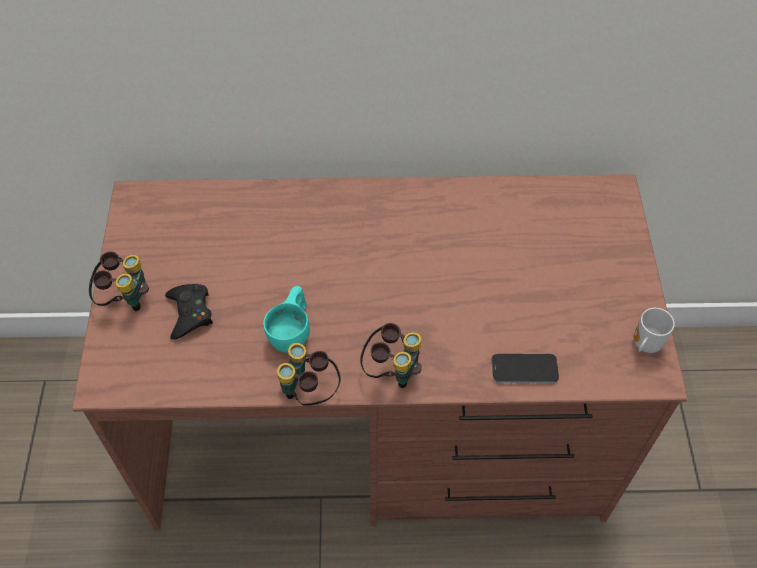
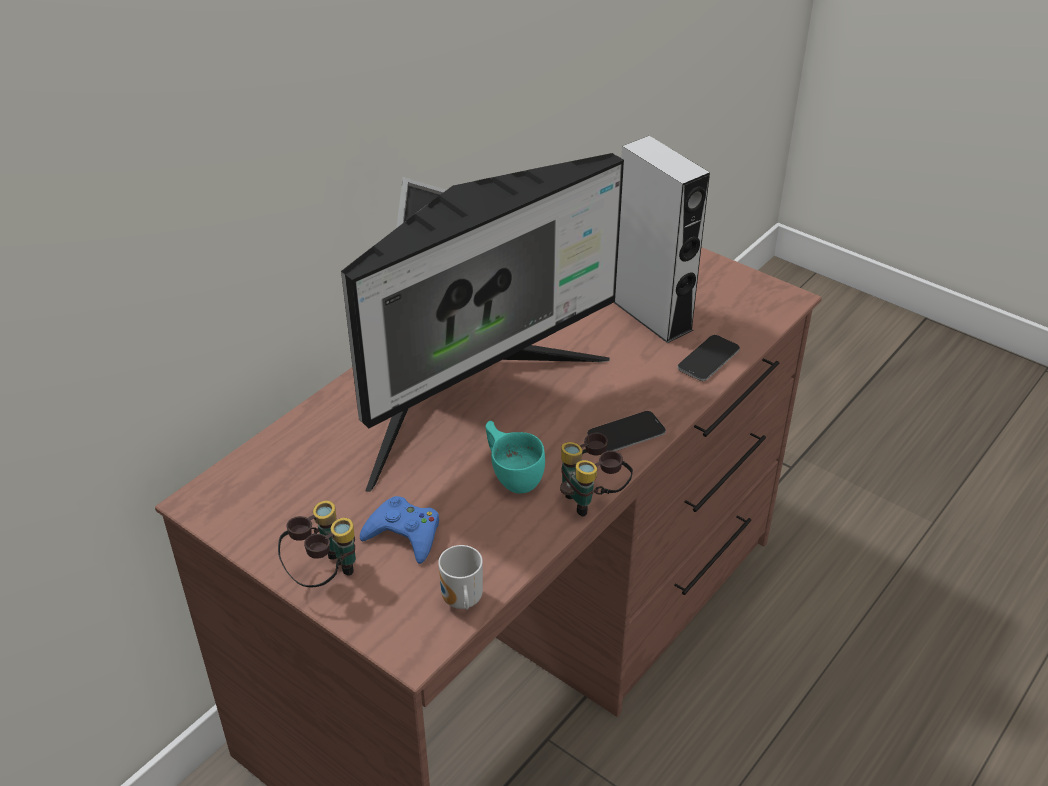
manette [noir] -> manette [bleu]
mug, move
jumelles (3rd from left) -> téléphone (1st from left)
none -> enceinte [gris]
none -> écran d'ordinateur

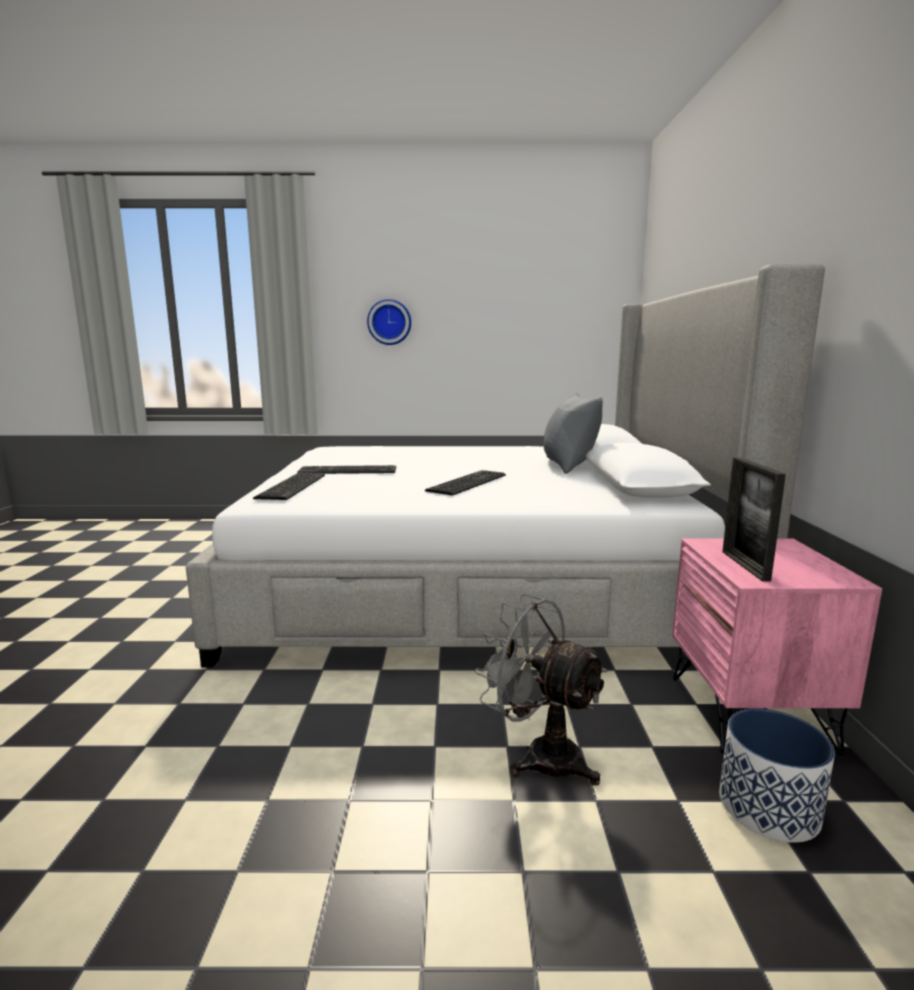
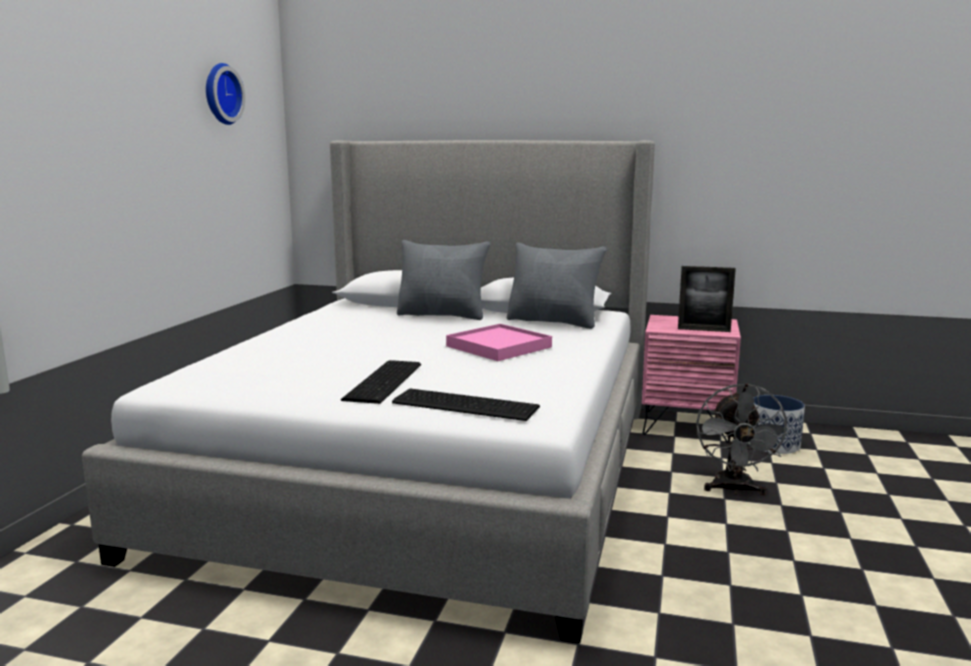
horloge murale, move
clavier (3rd from left) -> plateau [rose]
ventilateur [gris], 45 degrees counterclockwise
none -> coussin [gris] (2nd from left)

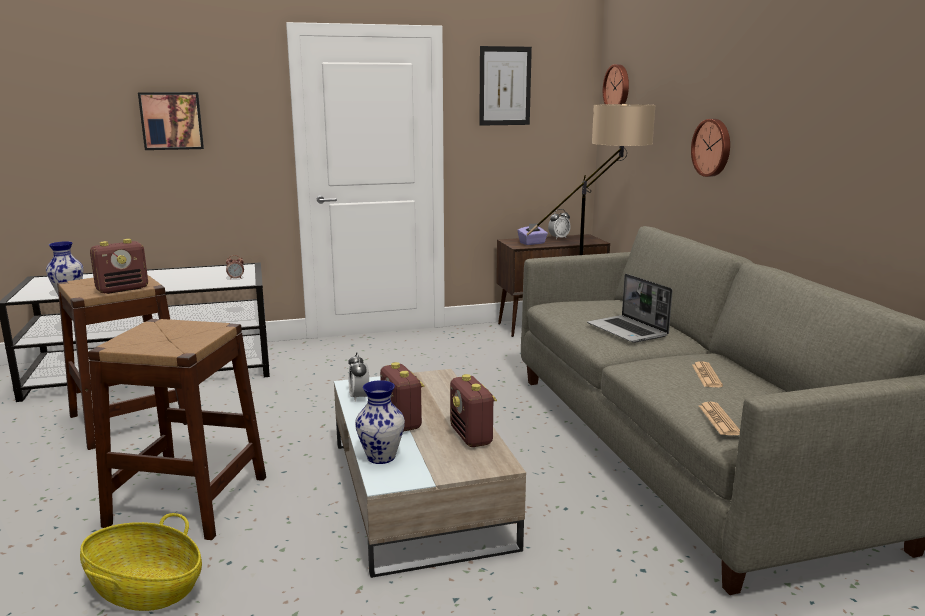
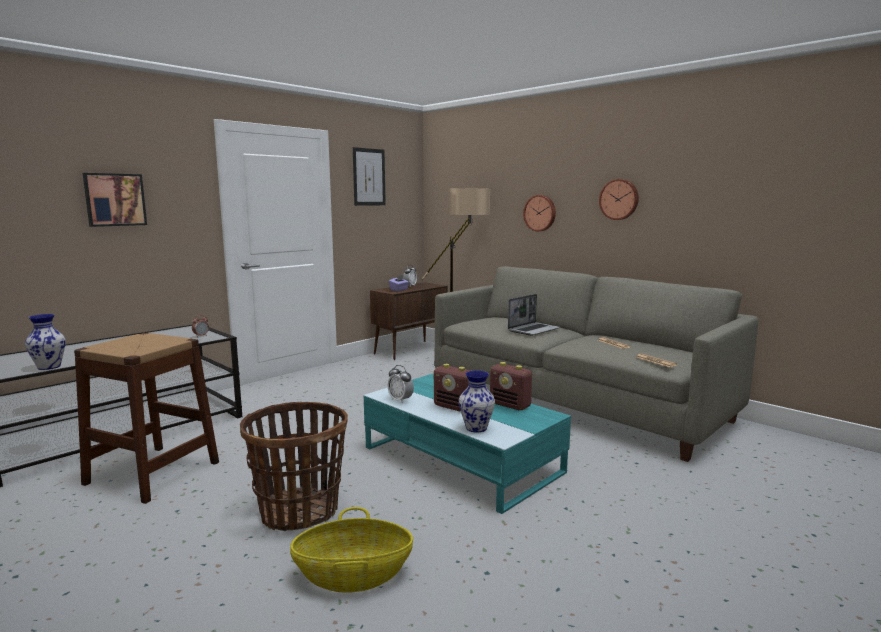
horloge murale (1st from left in the first image) -> horloge murale (2nd from left), move
radio (1st from left) -> none
ordinateur portable, 75 degrees counterclockwise
tabouret [marron] (2nd from left) -> panier (1st from left)
table basse [beige] -> table basse [turquoise]

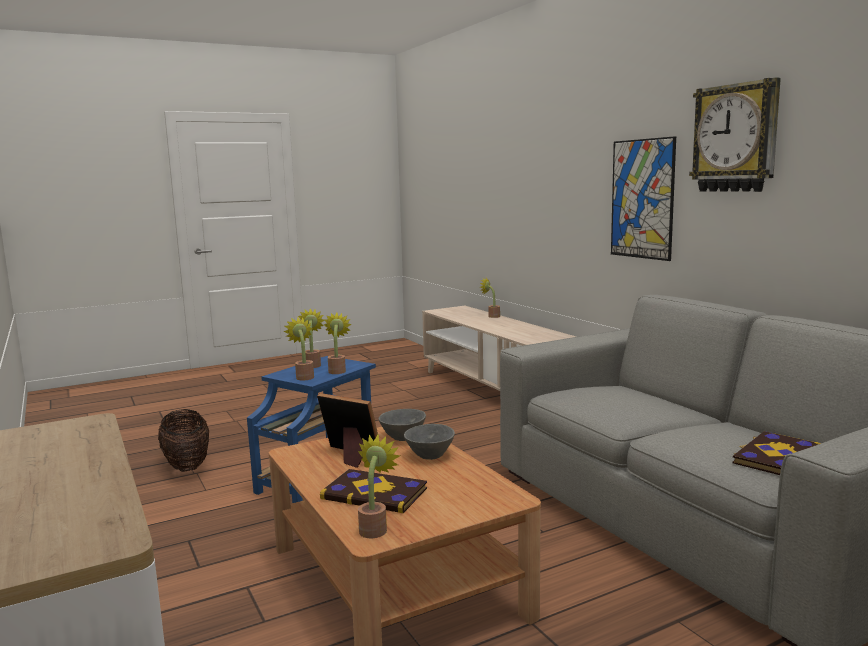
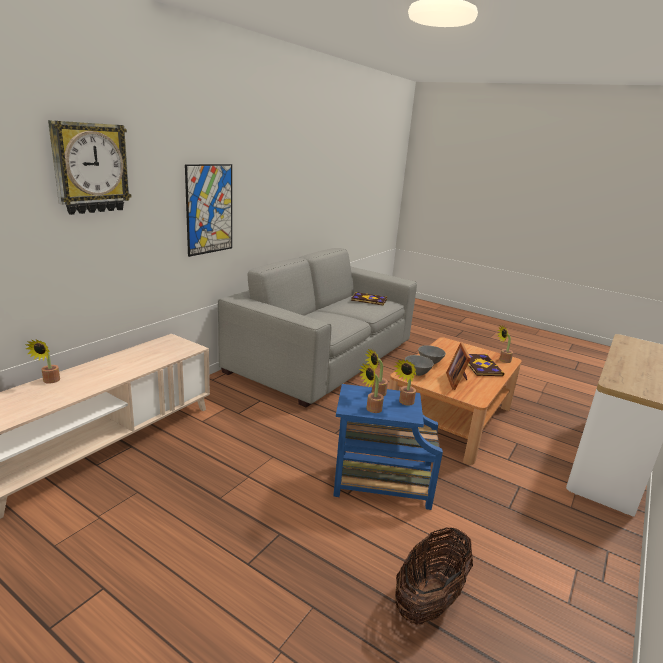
horloge murale, move

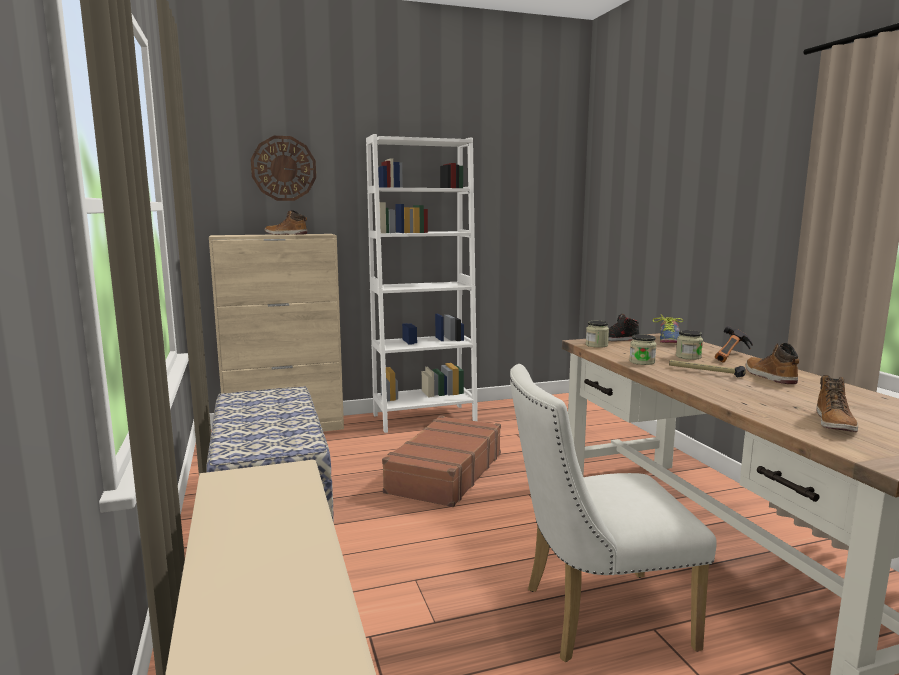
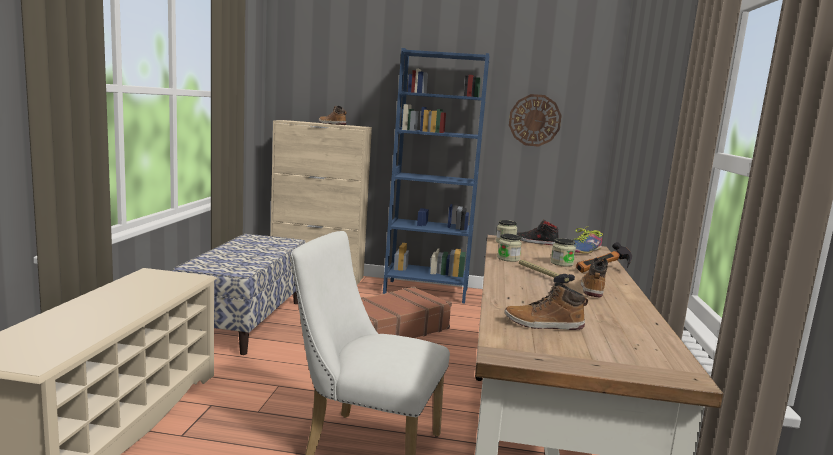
bibliothèque [blanc] -> bibliothèque [bleu]
horloge murale, move
botte (3rd from left in the first image) -> botte (2nd from left), 45 degrees clockwise

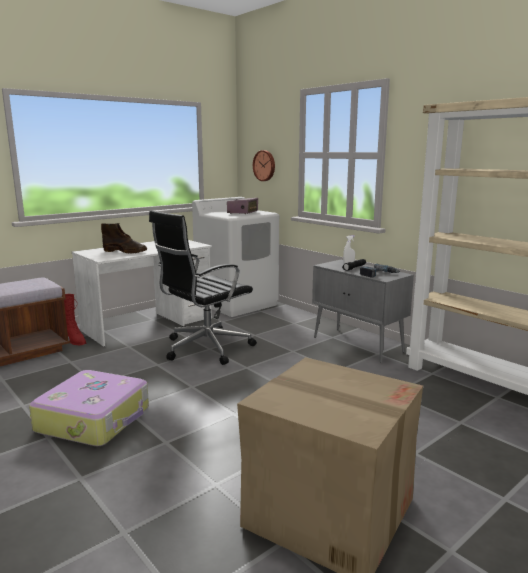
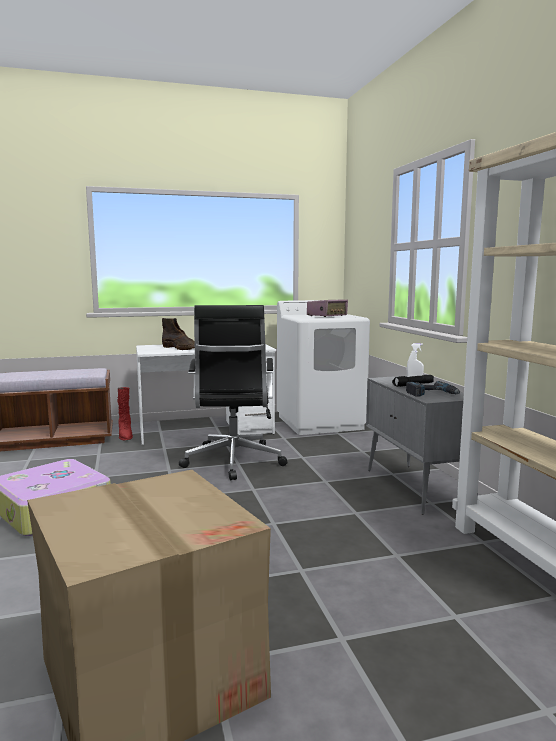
horloge murale -> none
chaise de bureau [noir], 75 degrees counterclockwise

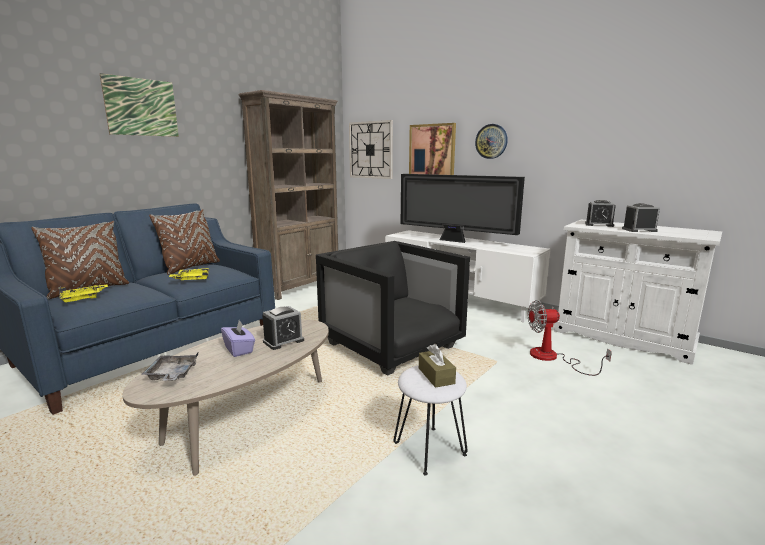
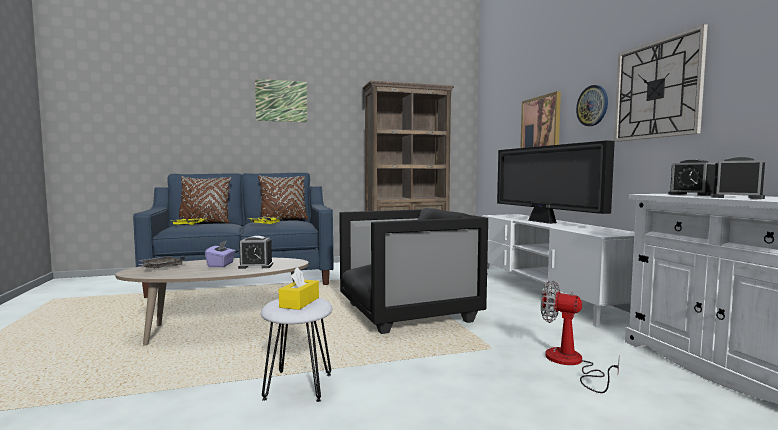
horloge murale (1st from left in the first image) -> horloge murale (2nd from left), move
fauteuil [noir], 75 degrees clockwise
boîte à mouchoirs [marron] -> boîte à mouchoirs [jaune]

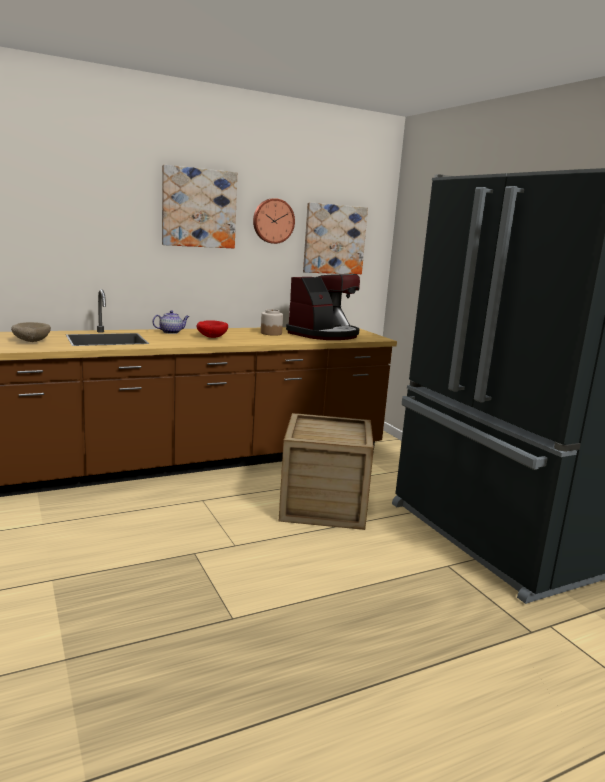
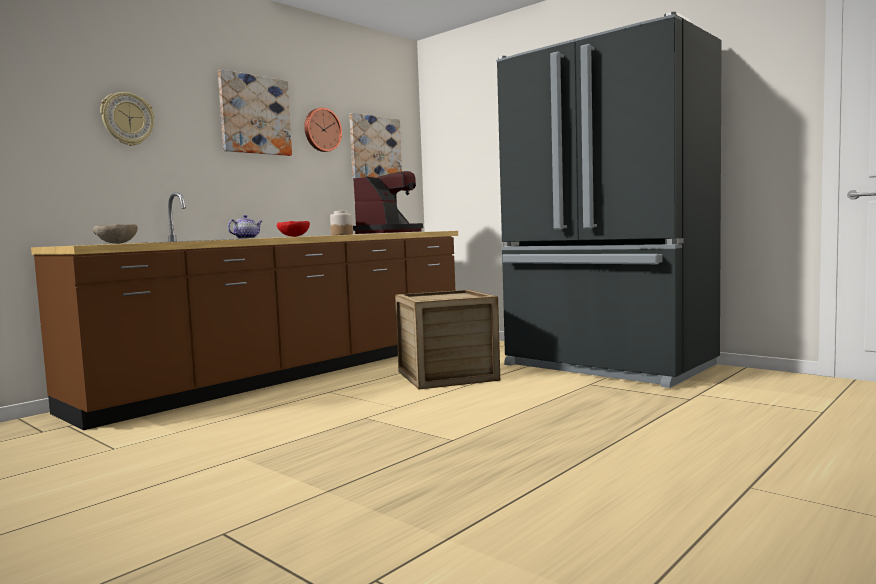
none -> horloge murale (1st from left)

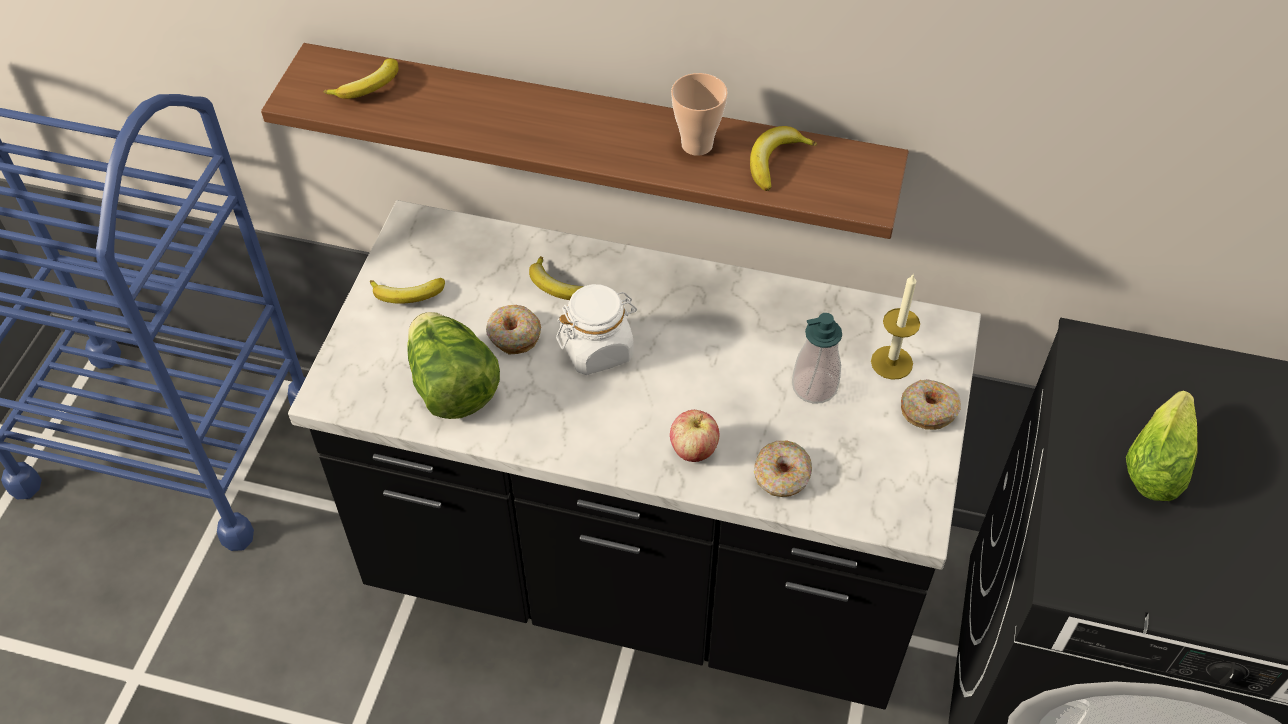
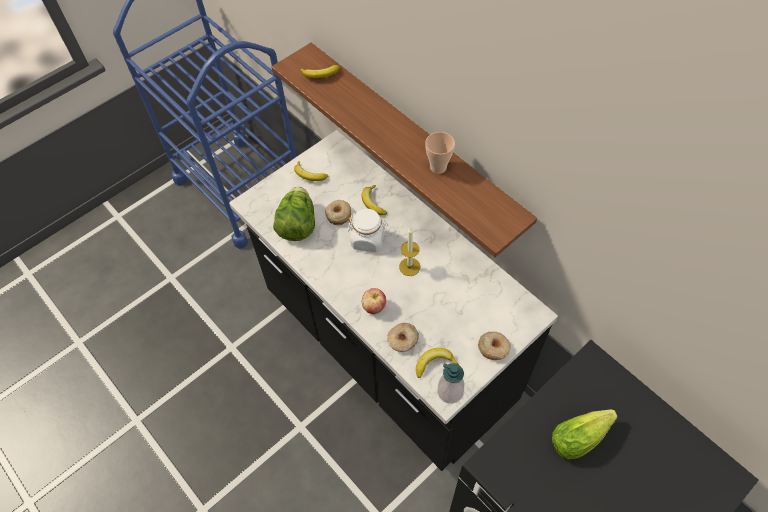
banane (4th from left), move
bougie, move
distributeur de savon, move

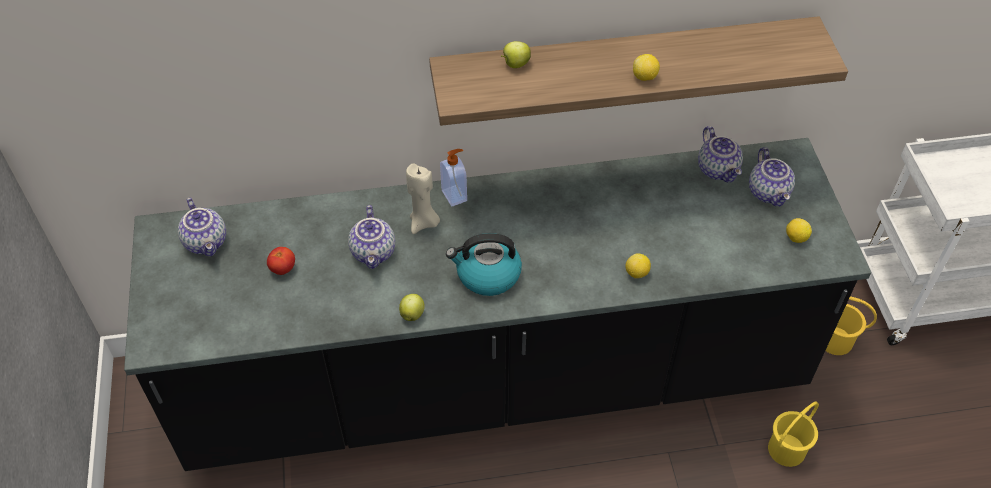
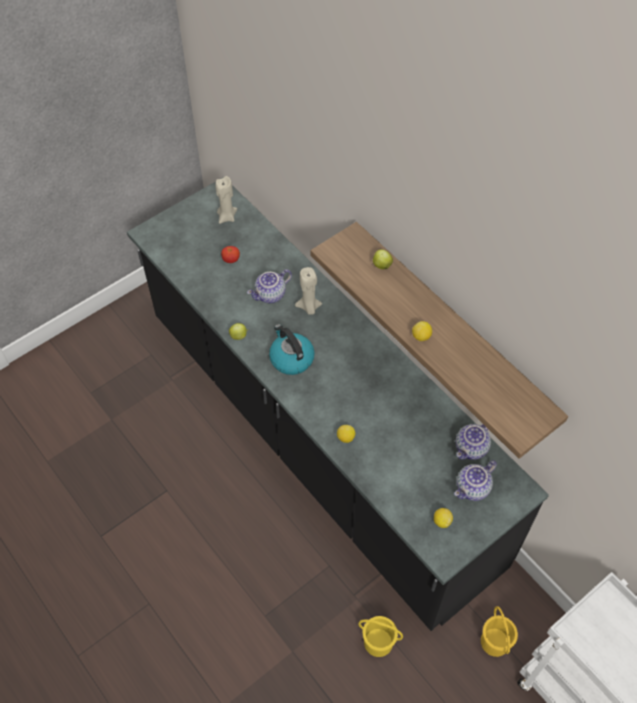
distributeur de savon -> none
théière (1st from left) -> bougie [beige] (1st from left)

